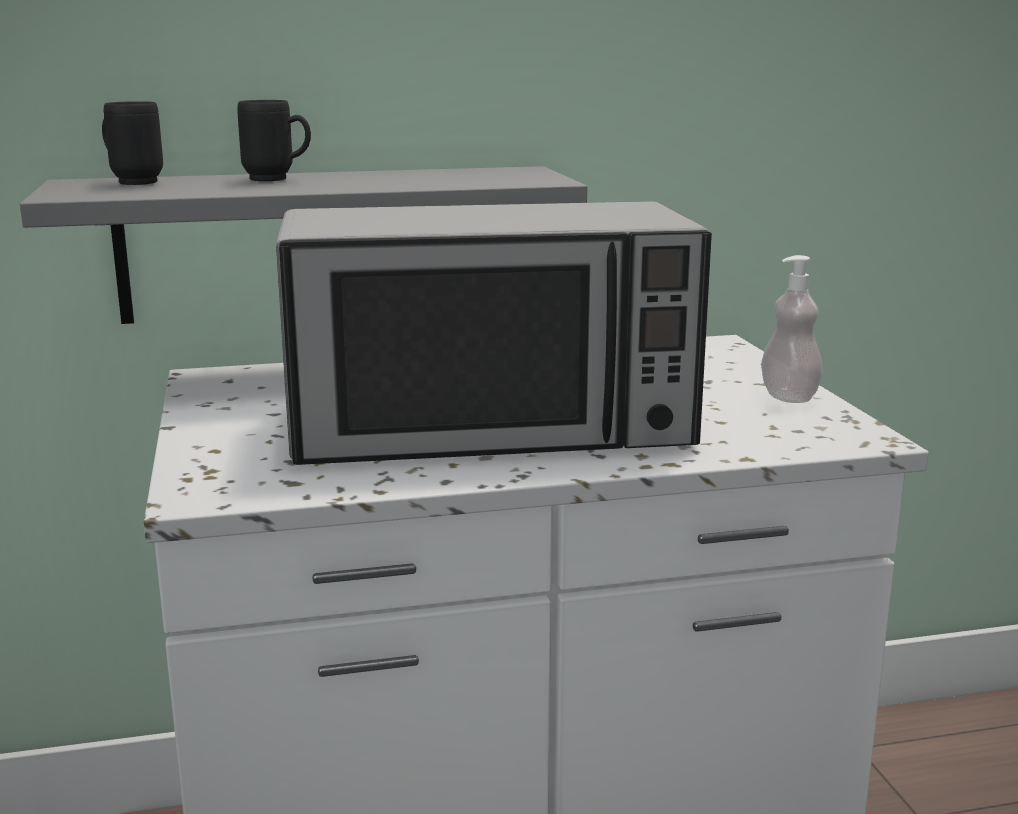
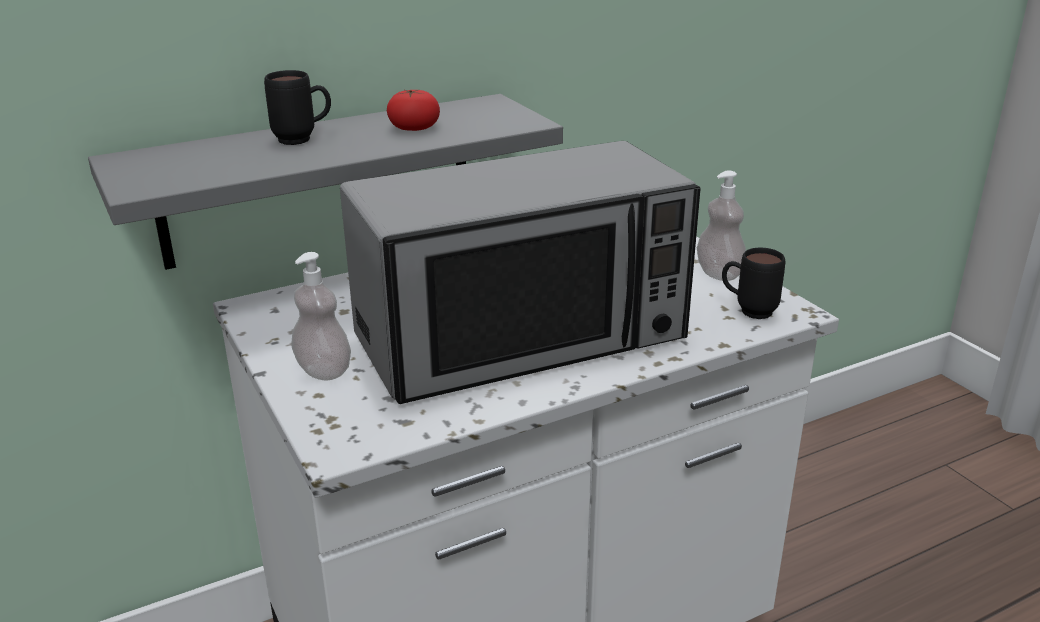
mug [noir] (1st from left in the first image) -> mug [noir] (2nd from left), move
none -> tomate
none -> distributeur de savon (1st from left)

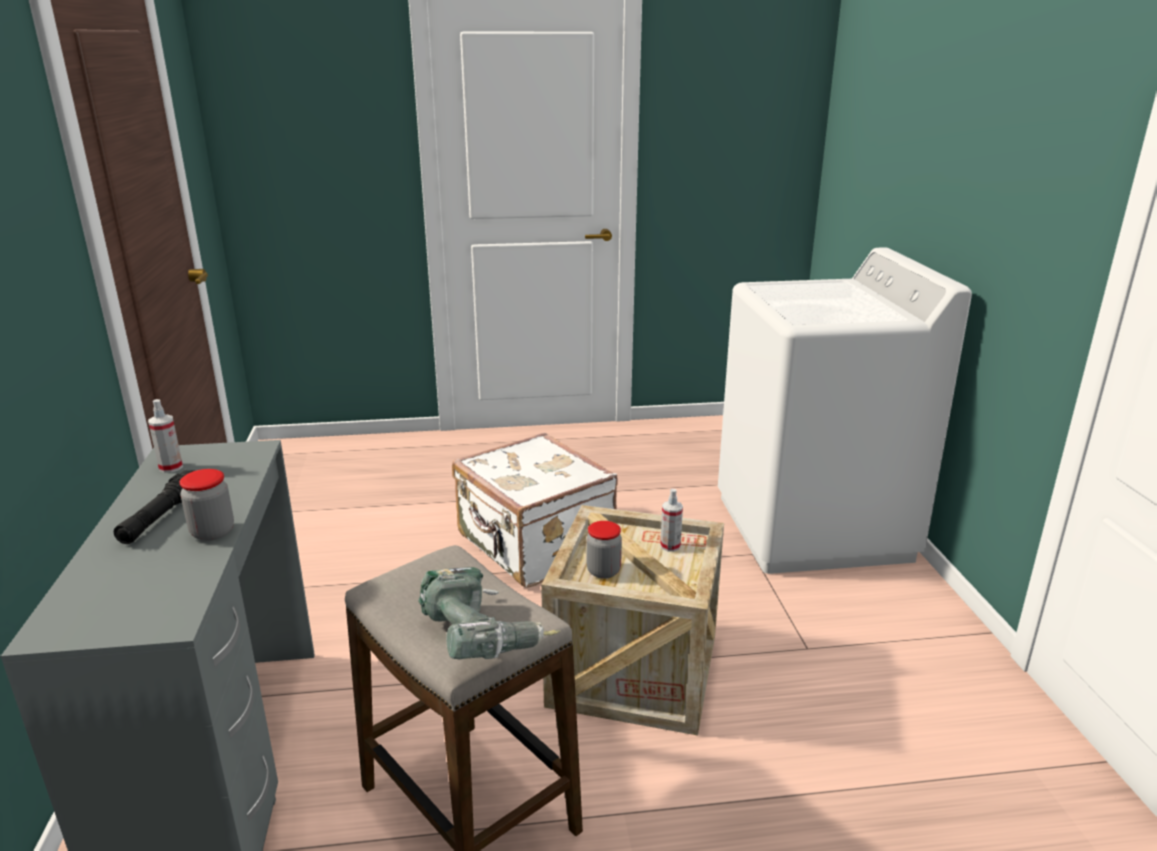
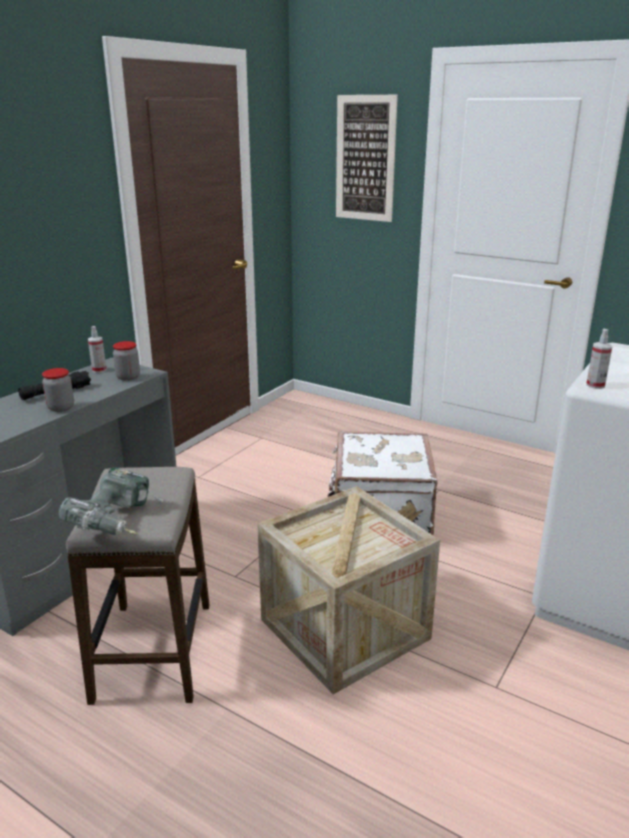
vaporisateur (2nd from left), move
bocal (2nd from left), move
none -> tableau

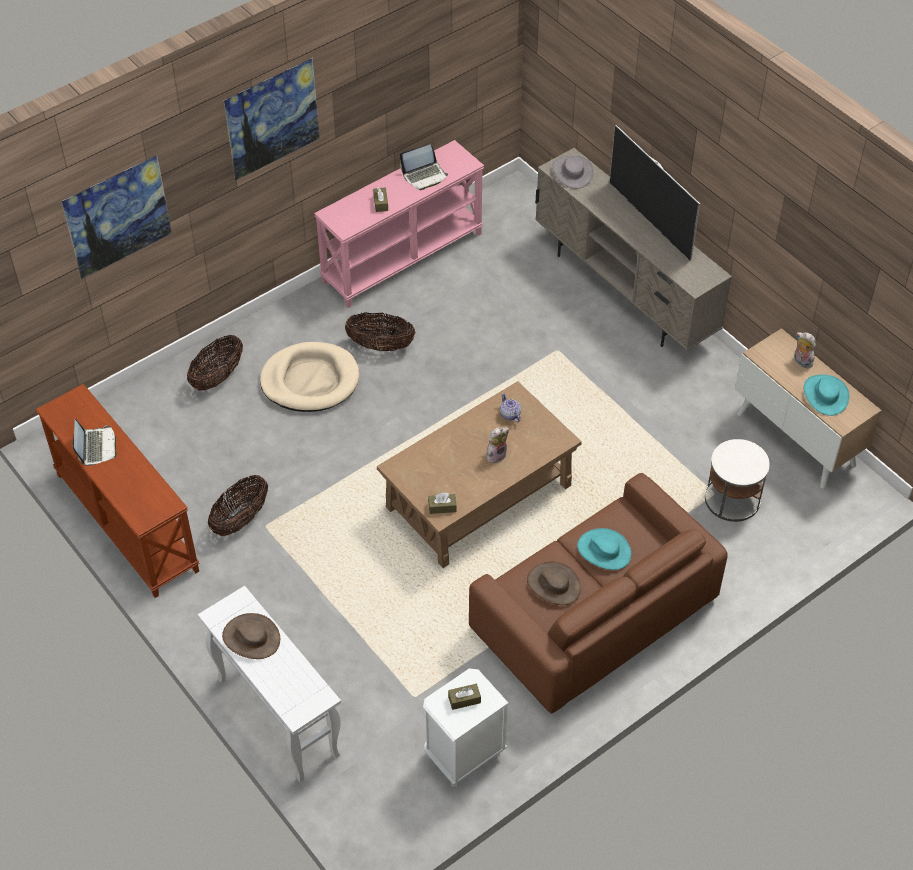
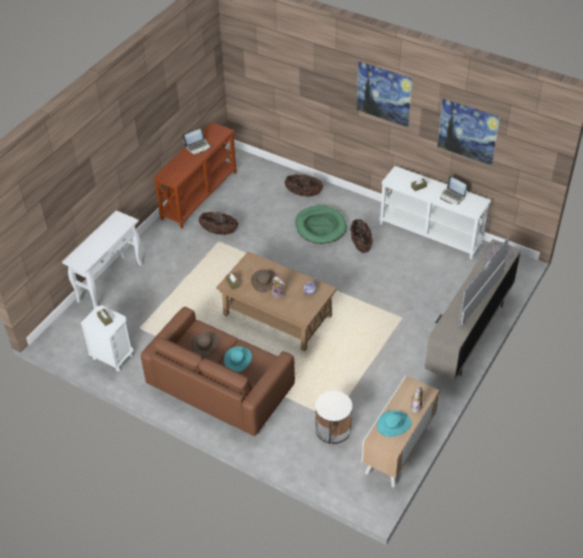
table console [rose] -> table console [blanc] (2nd from left)
tableau (1st from left in the first image) -> tableau (2nd from left), move
panier pour chien [beige] -> panier pour chien [vert]
chapeau [marron] (1st from left in the first image) -> chapeau [marron] (2nd from left), move

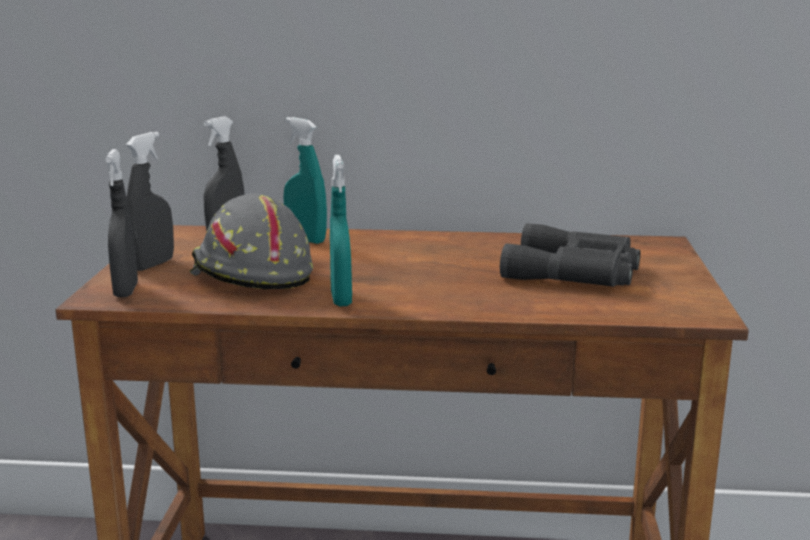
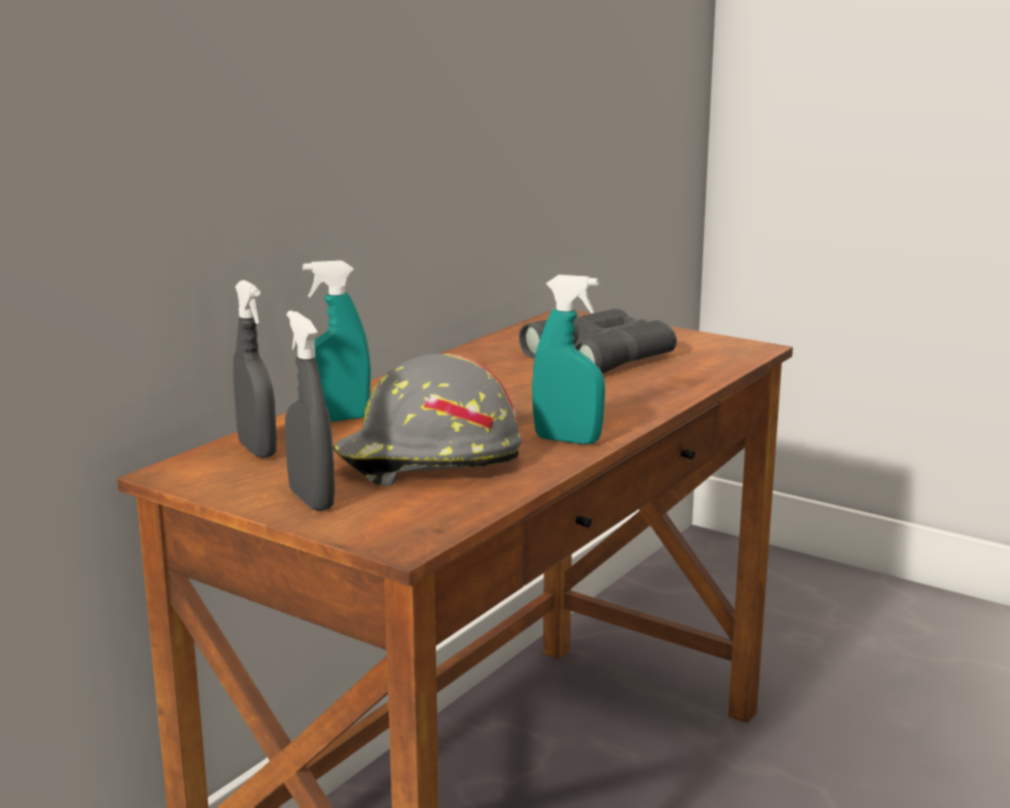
vaporisateur [gris] (1st from left) -> none

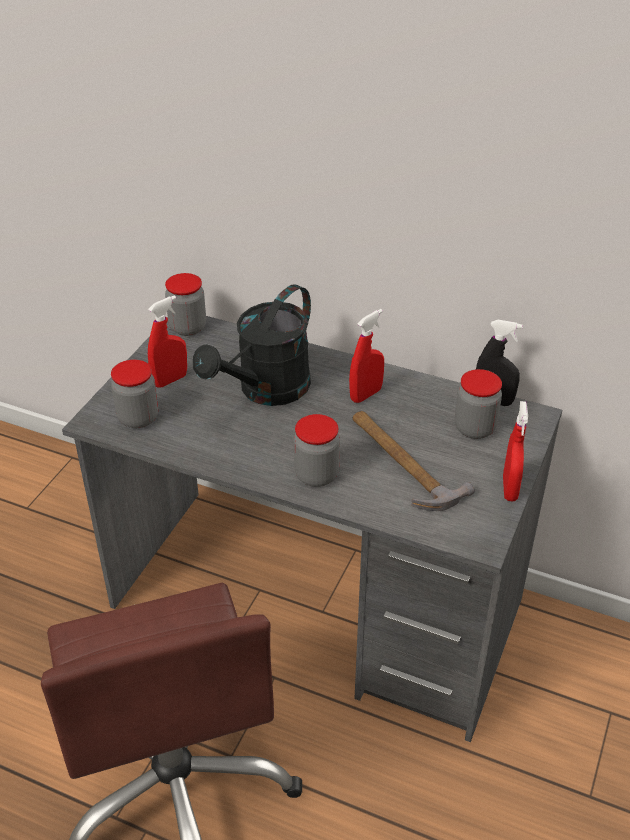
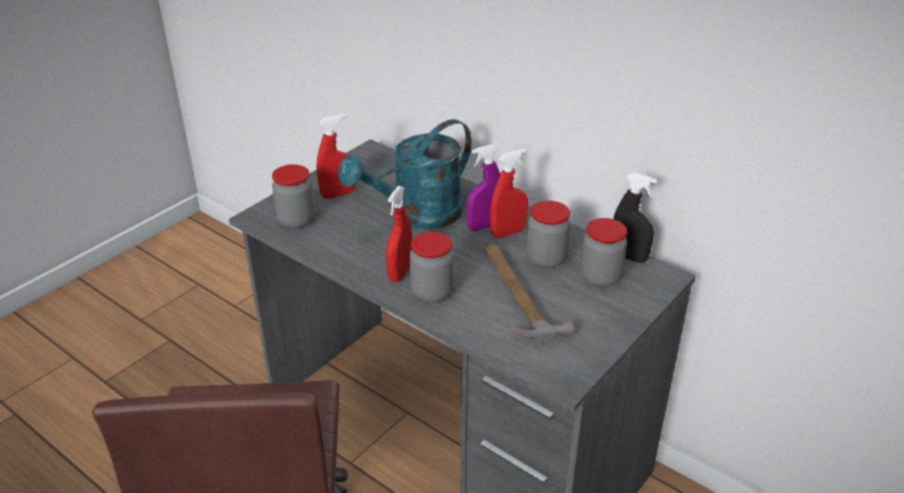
bocal (2nd from left in the first image) -> bocal (3rd from left), move
arrosoir [noir] -> arrosoir [turquoise]
vaporisateur [rouge] (3rd from left in the first image) -> vaporisateur [rouge] (2nd from left), move
none -> vaporisateur [violet]

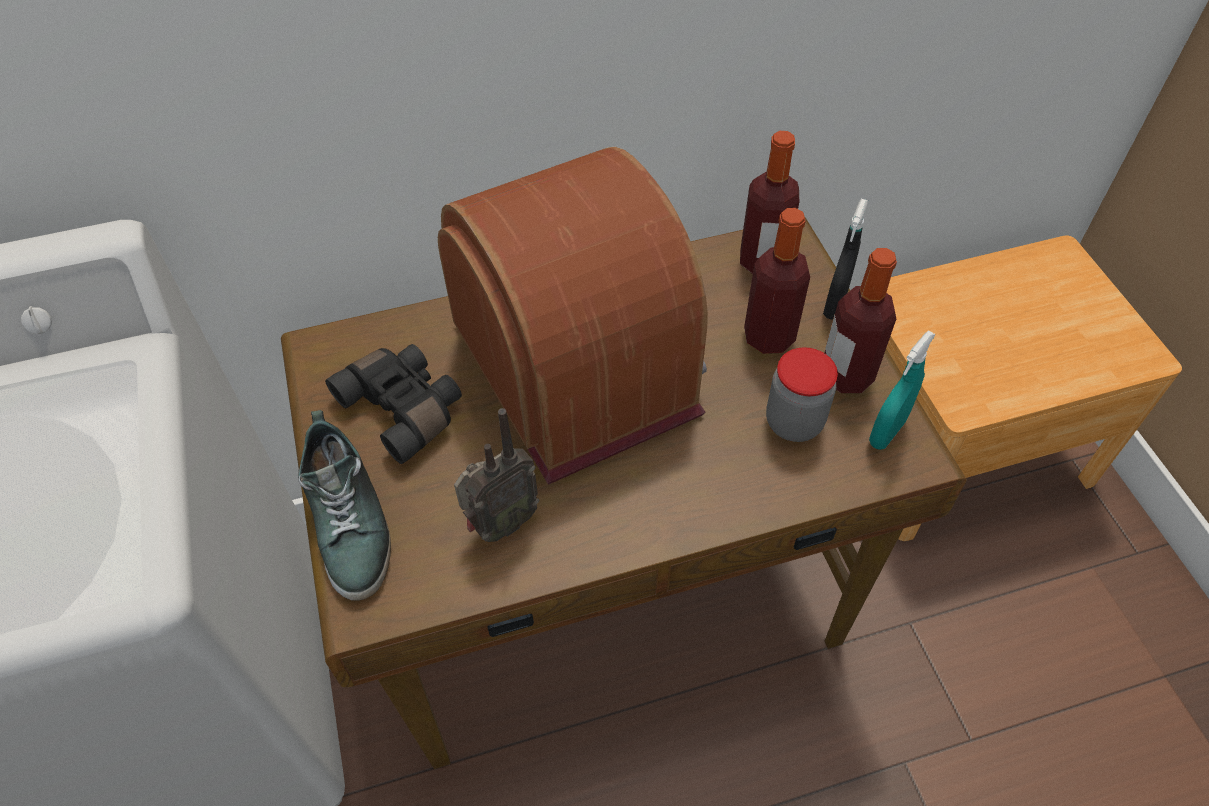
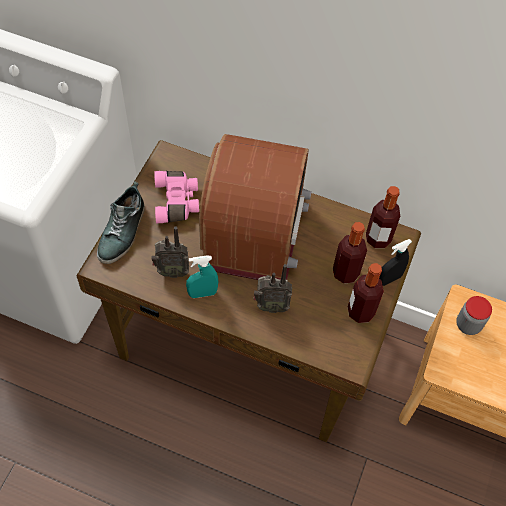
vaporisateur [turquoise], move
jumelles [noir] -> jumelles [rose]
bocal, move
none -> radio (3rd from left)

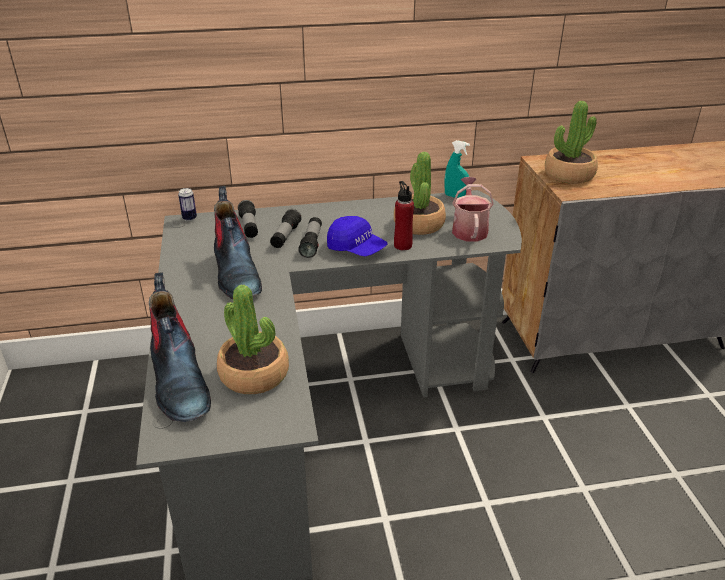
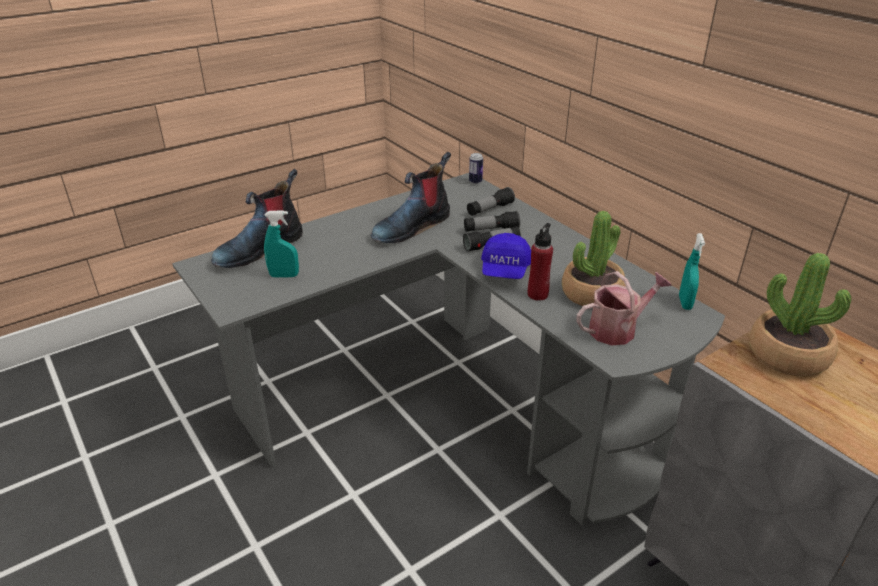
plante en pot (1st from left) -> vaporisateur [turquoise] (1st from left)

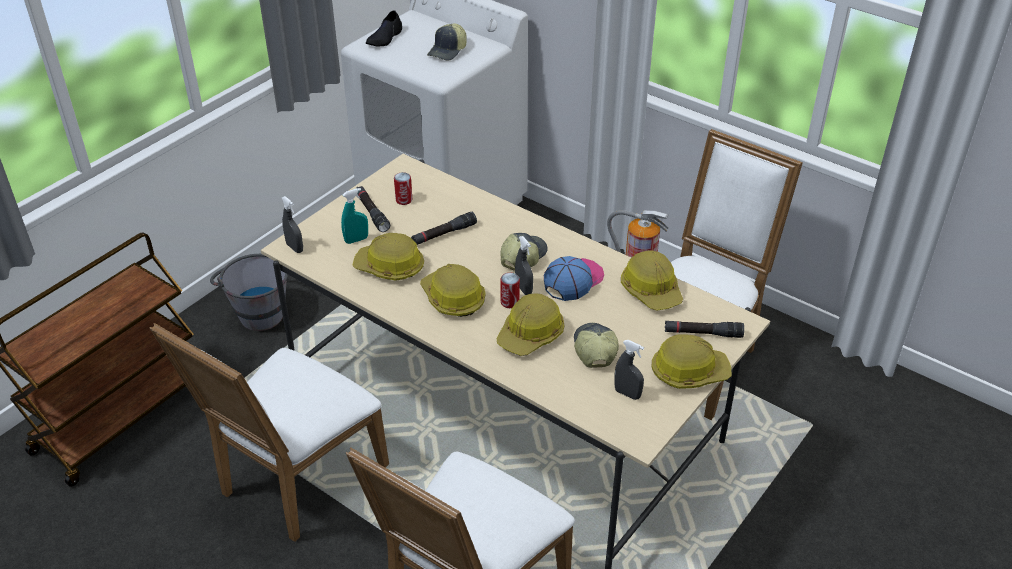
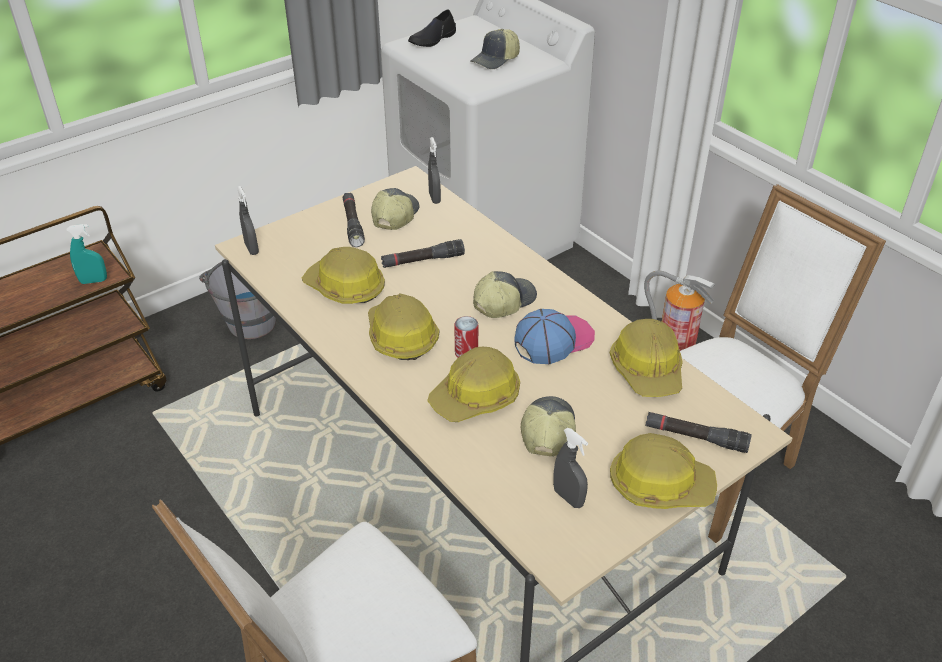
boîte métallique (1st from left) -> casquette (1st from left)
vaporisateur [turquoise], move
vaporisateur [gris] (2nd from left), move
chaise [blanc] (1st from left) -> none

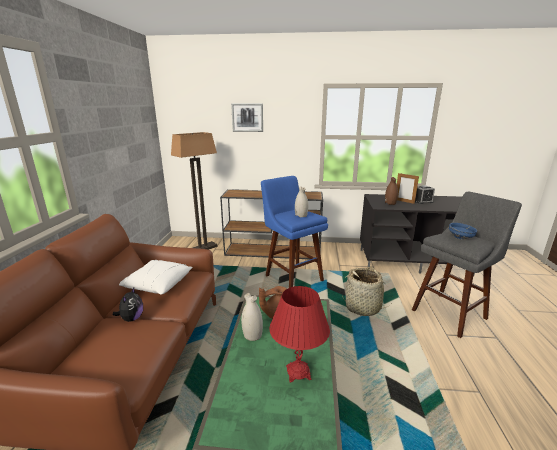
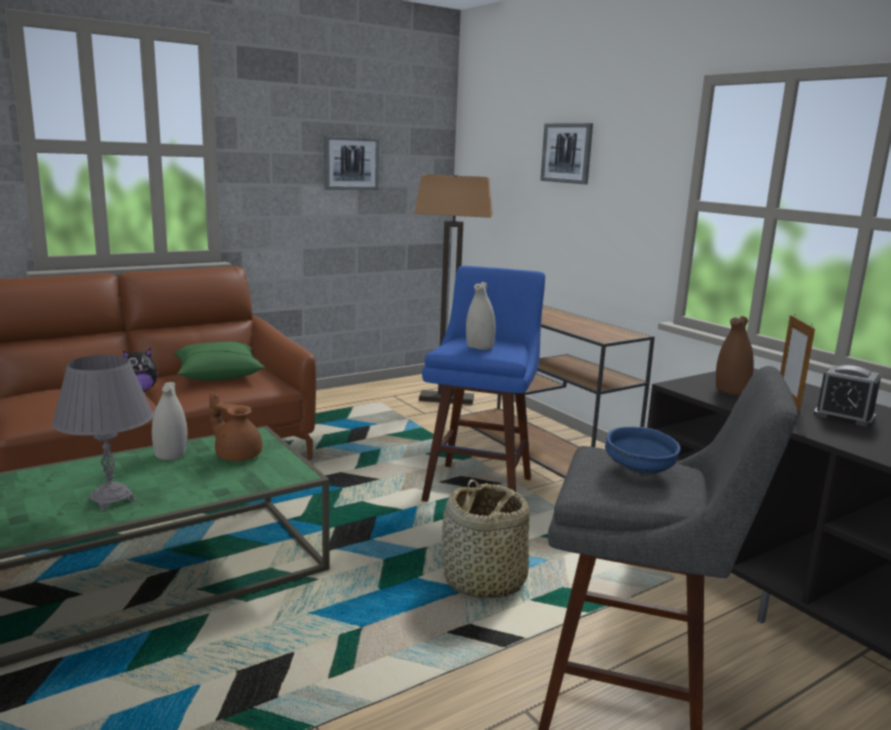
coussin [blanc] -> coussin [vert]
lampe de table [rouge] -> lampe de table [gris]
none -> tableau (1st from left)

